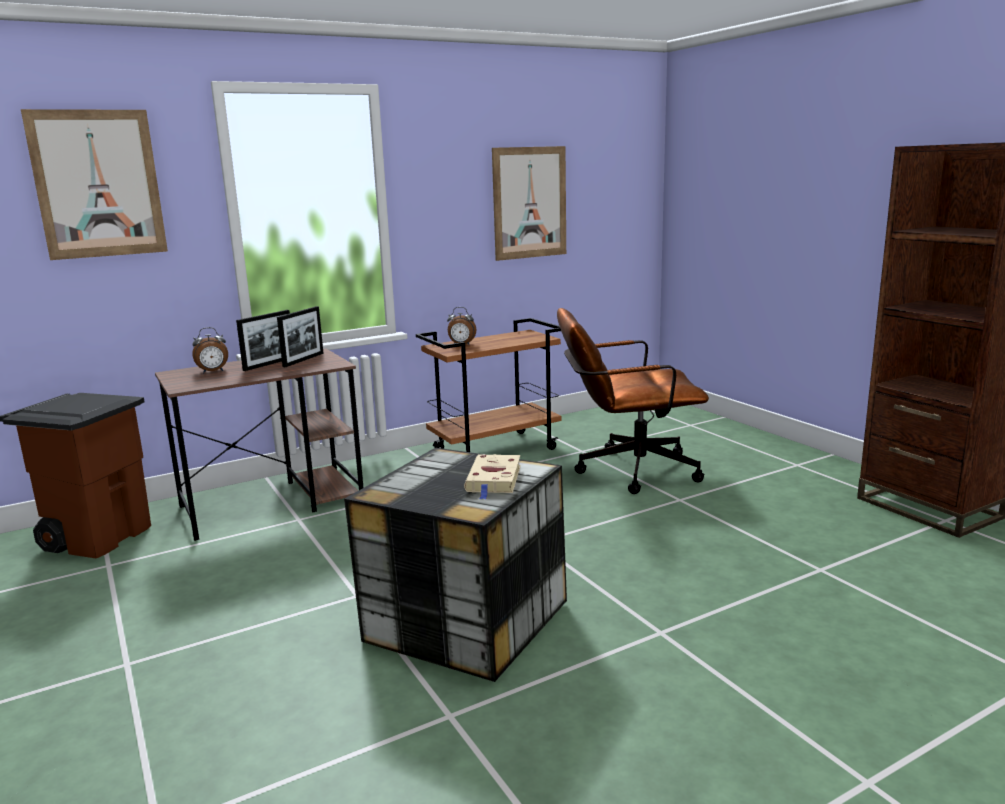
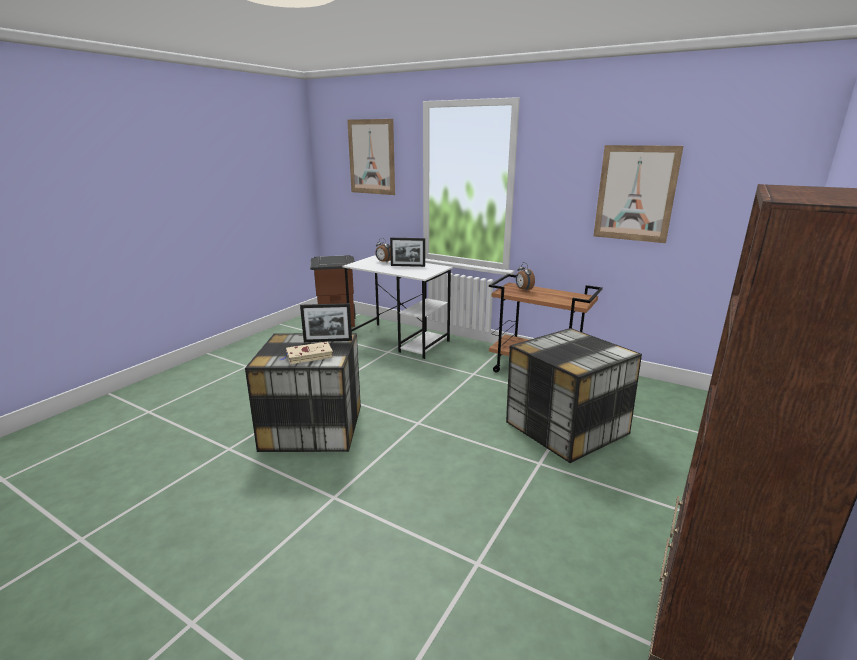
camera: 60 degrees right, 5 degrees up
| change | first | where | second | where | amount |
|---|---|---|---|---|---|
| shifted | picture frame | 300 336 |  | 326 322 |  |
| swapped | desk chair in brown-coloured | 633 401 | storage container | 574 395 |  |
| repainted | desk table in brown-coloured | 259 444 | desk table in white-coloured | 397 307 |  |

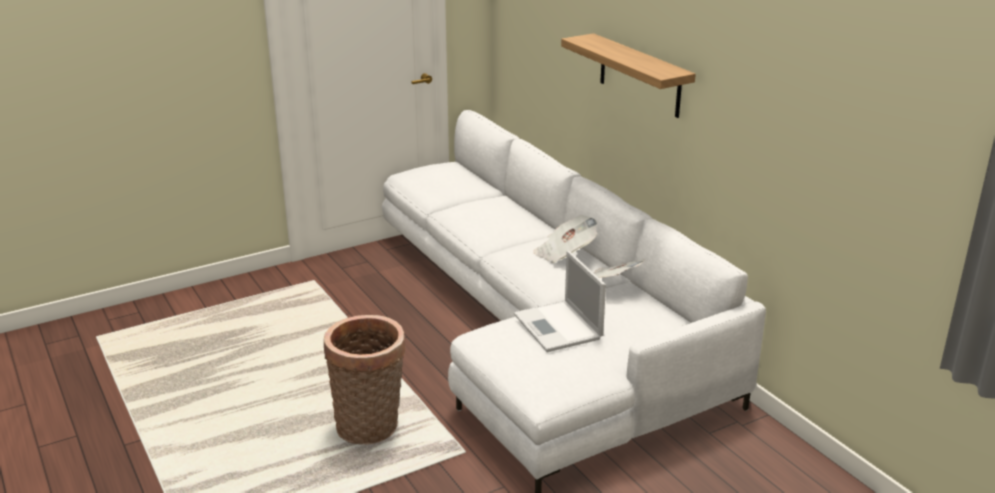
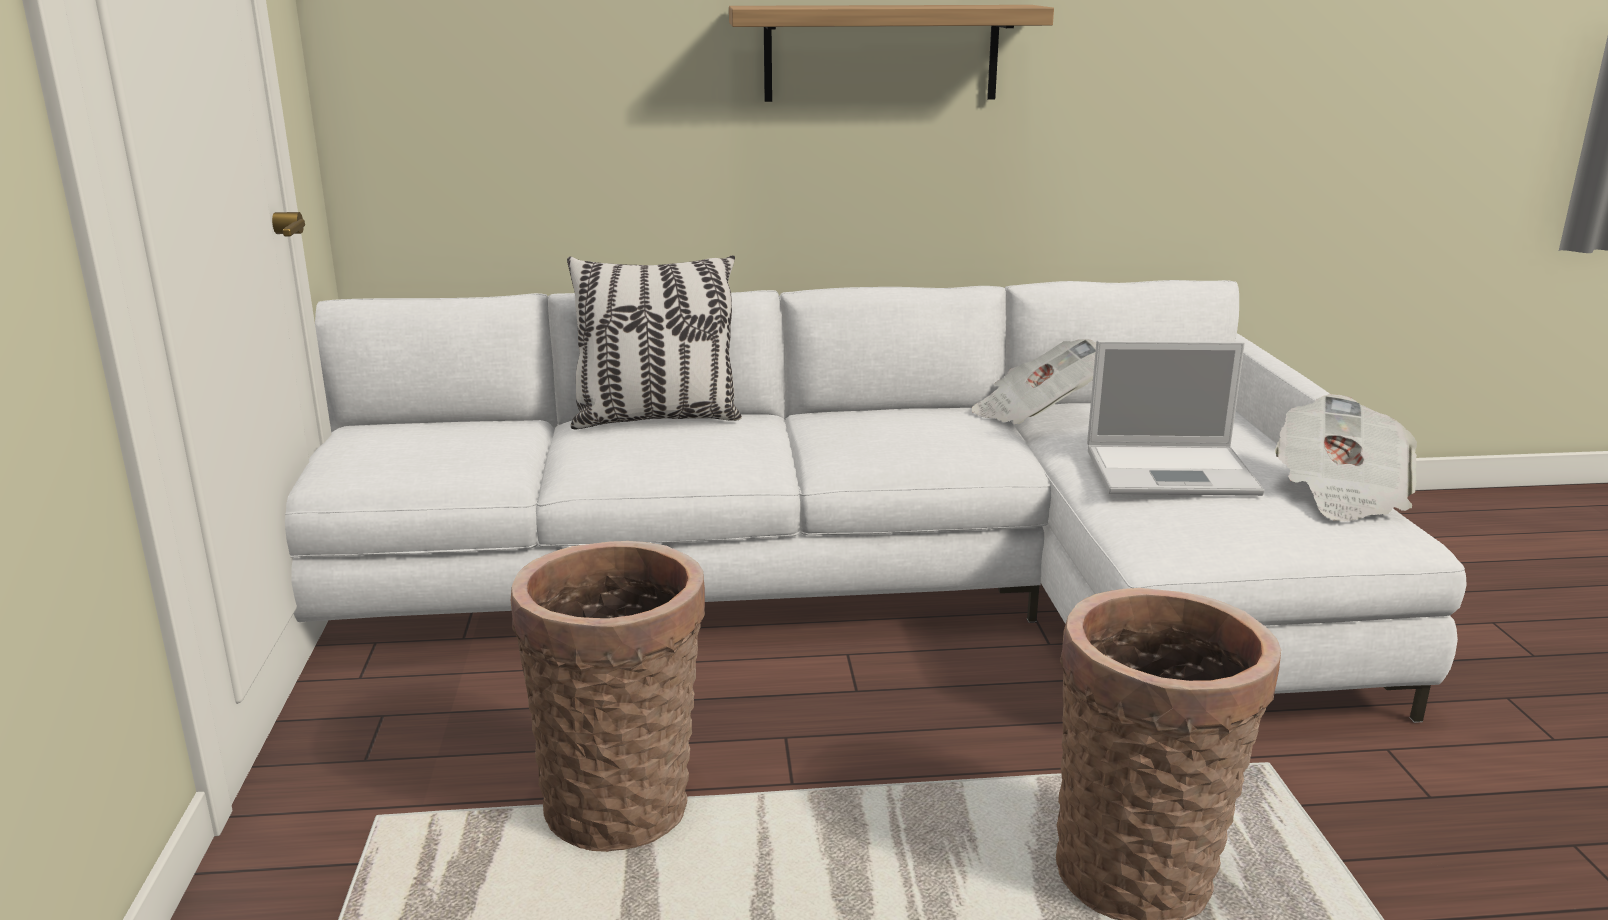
camera: 65 degrees left, 5 degrees down
| change | first | where | second | where | amount |
|---|---|---|---|---|---|
| shifted | printed paper | 566 239 |  | 1346 457 |  |
| new |  |  | cushion | 654 342 |  |
| new |  |  | household basket | 608 696 |  |

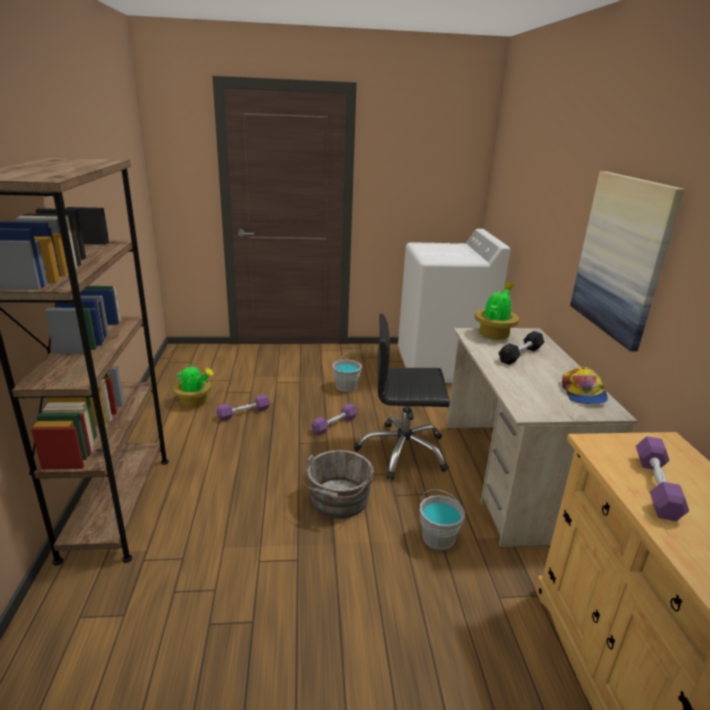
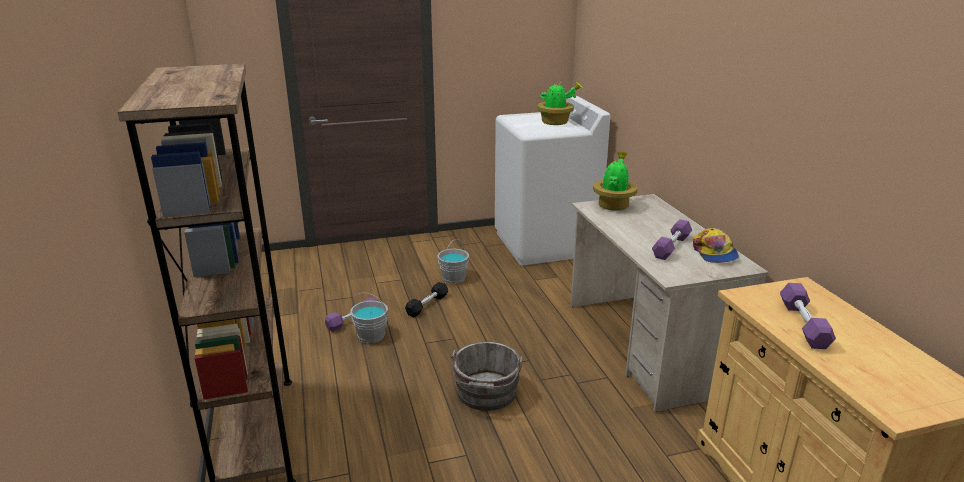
camera: 10 degrees left, 0 degrees up
| change | first | where | second | where | amount |
|---|---|---|---|---|---|
| gone | wall art | 627 261 |  |  |  |
| gone | desk chair in black | 402 396 |  |  |  |
| shifted | dumbbell in black | 521 348 |  | 426 299 |  |
| shifted | houseplant | 193 385 |  | 559 103 |  |
| shifted | dumbbell in purplish | 334 419 |  | 672 239 |  |
| shifted | bucket in grey | 442 519 |  | 369 318 |  |

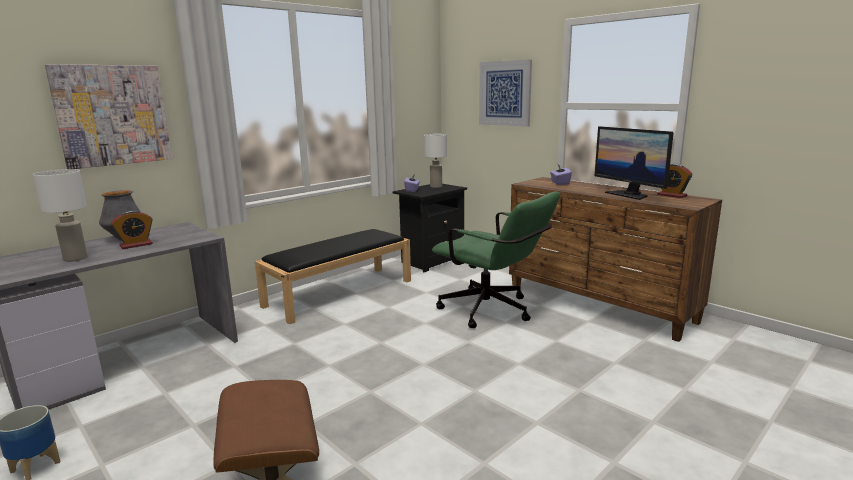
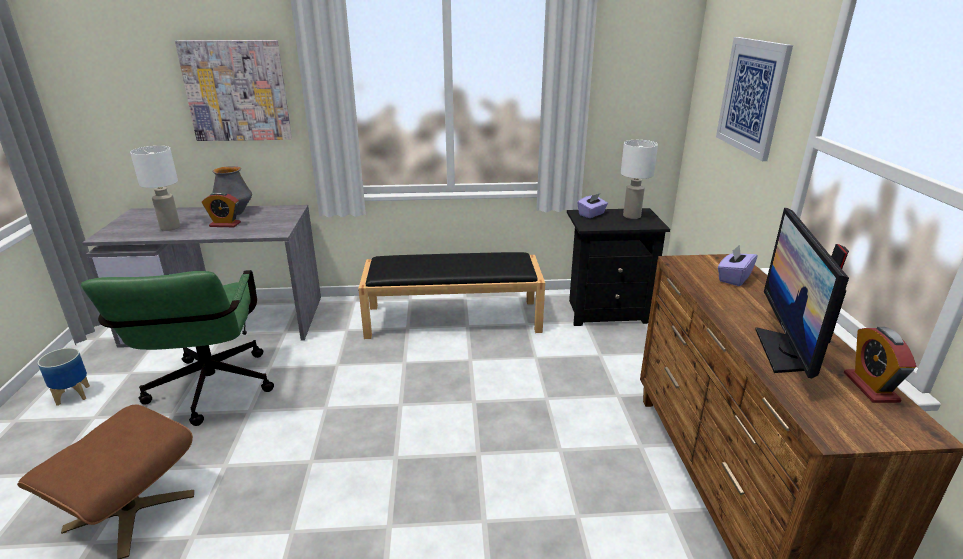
camera: 40 degrees right, 10 degrees up
| change | first | where | second | where | amount |
|---|---|---|---|---|---|
| shifted | desk chair in green | 496 260 |  | 177 348 |  |

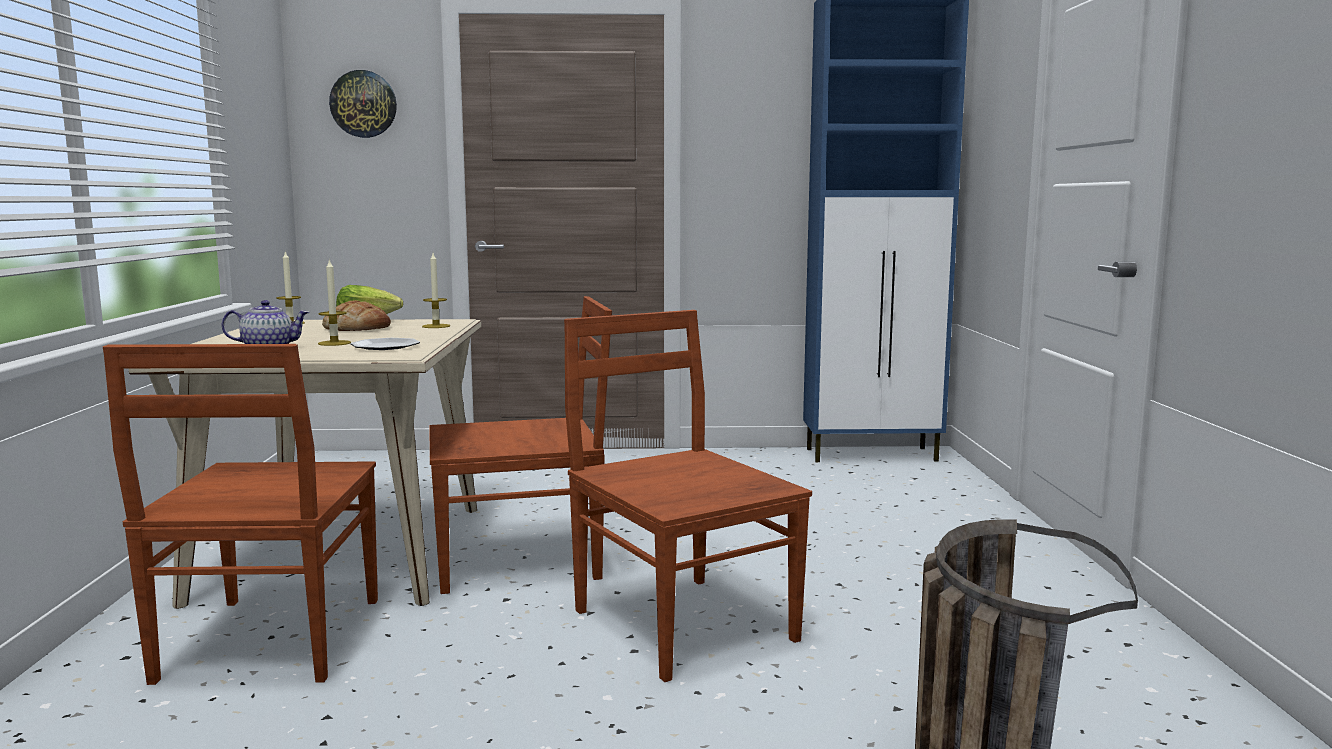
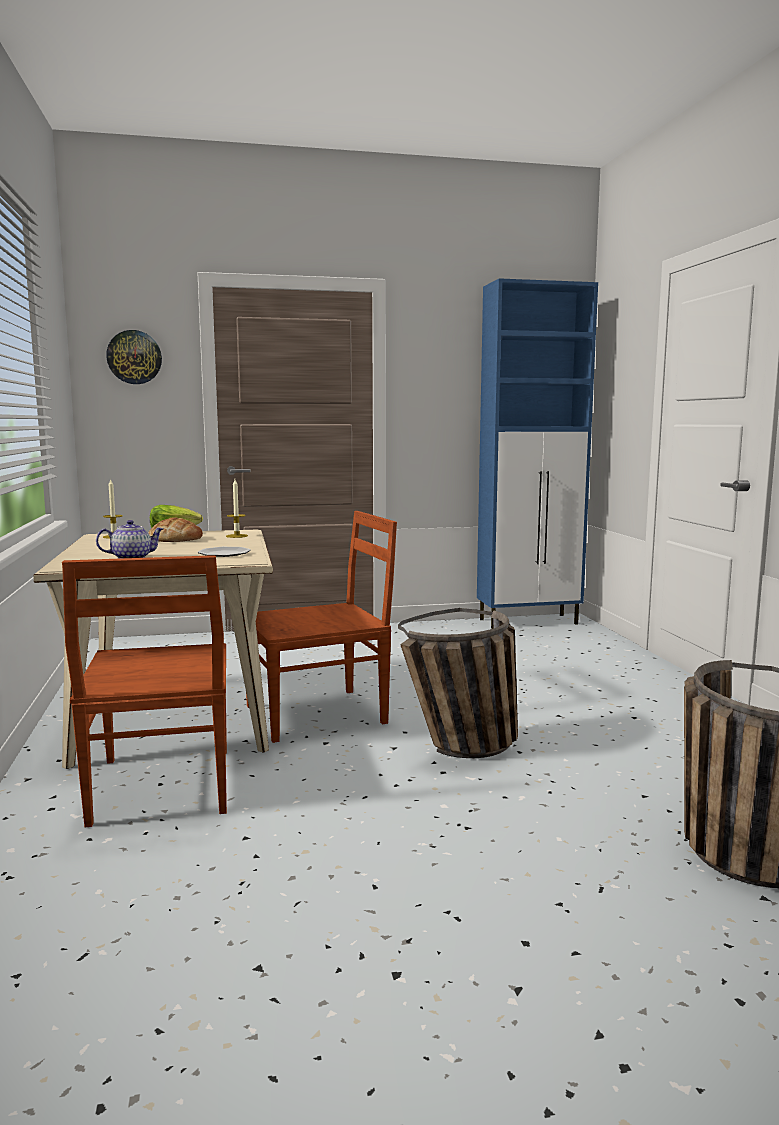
camera: 10 degrees left, 0 degrees up
| change | first | where | second | where | amount |
|---|---|---|---|---|---|
| gone | wax candle | 334 302 |  |  |  |
| swapped | upright chair in brown-coloured | 688 496 | household basket | 458 683 |  |

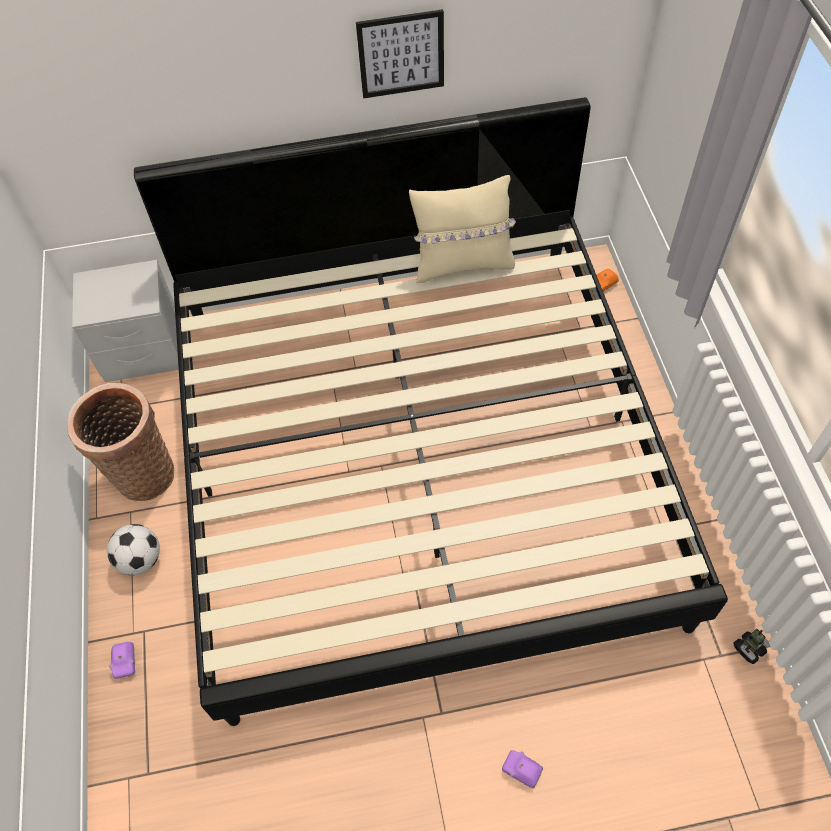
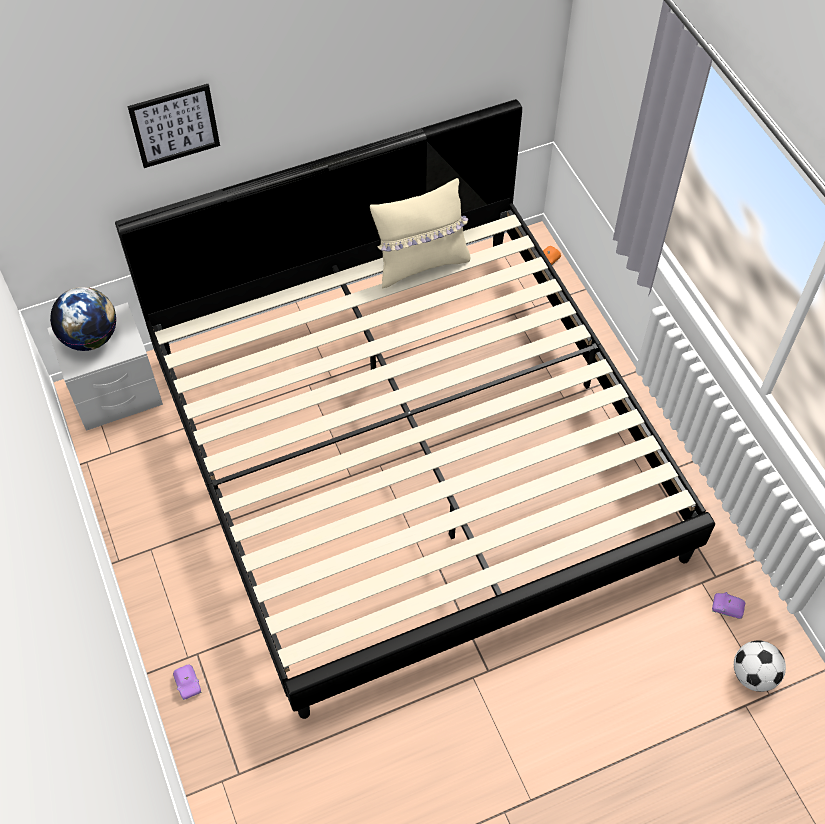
camera: 15 degrees left, 0 degrees up
| change | first | where | second | where | amount |
|---|---|---|---|---|---|
| shifted | wall art | 400 54 |  | 173 126 |  |
| gone | household basket | 120 442 |  |  |  |
| shifted | ball for football | 133 549 |  | 760 666 |  |
| gone | model robot | 752 646 |  |  |  |
| shifted | miniature car in purplish | 522 769 |  | 728 605 |  |
| new |  |  | world globe | 83 319 |  |

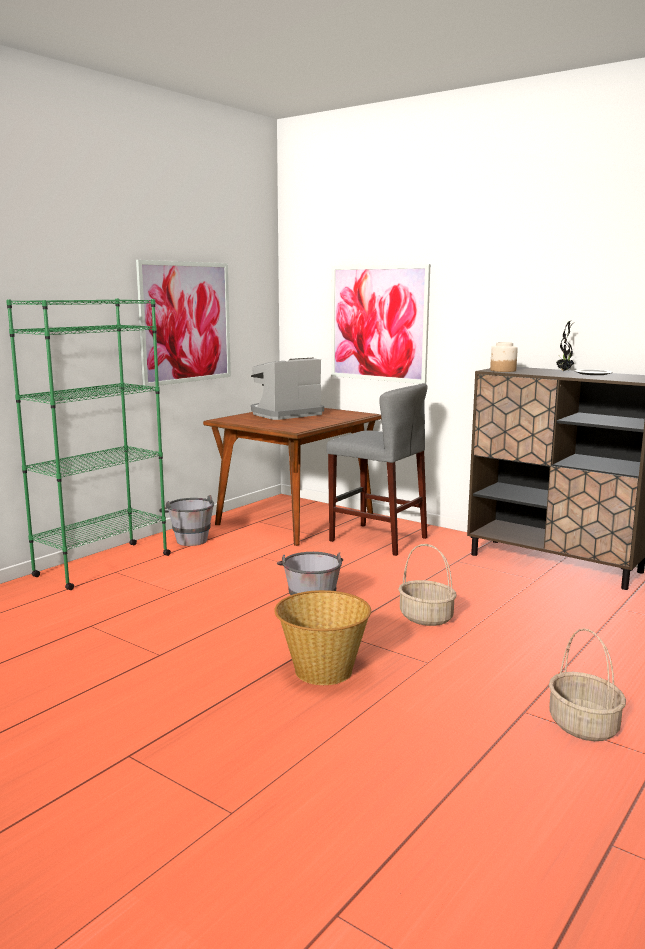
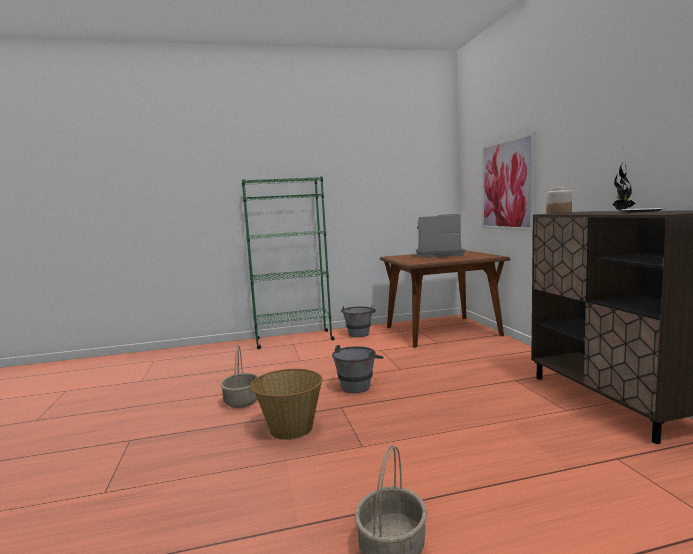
camera: 40 degrees right, 5 degrees down
| change | first | where | second | where | amount |
|---|---|---|---|---|---|
| gone | wall art | 183 323 |  |  |  |
| gone | stool in grey | 376 469 |  |  |  |
| shifted | household basket | 427 585 |  | 239 376 |  |

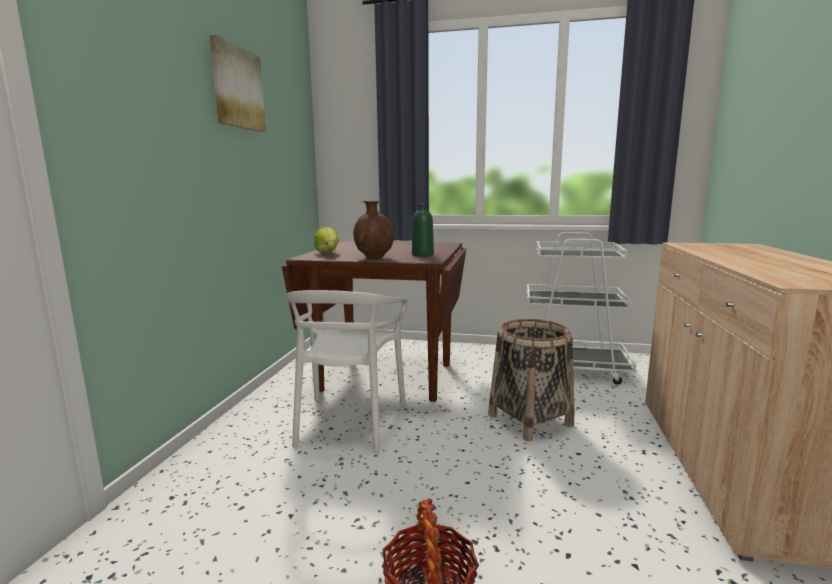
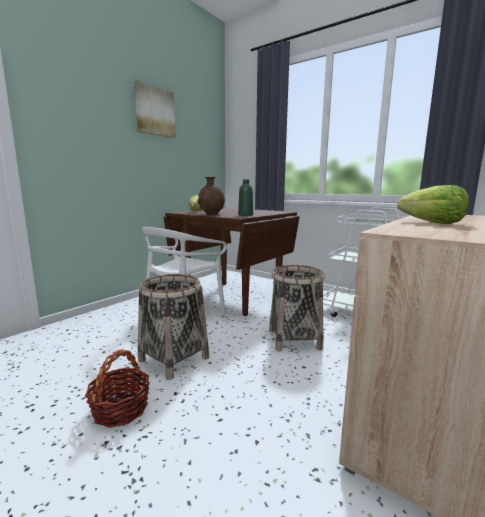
camera: 25 degrees right, 0 degrees up
| change | first | where | second | where | amount |
|---|---|---|---|---|---|
| new |  |  | lettuce head | 433 204 |  |
| new |  |  | household basket | 173 327 |  |

